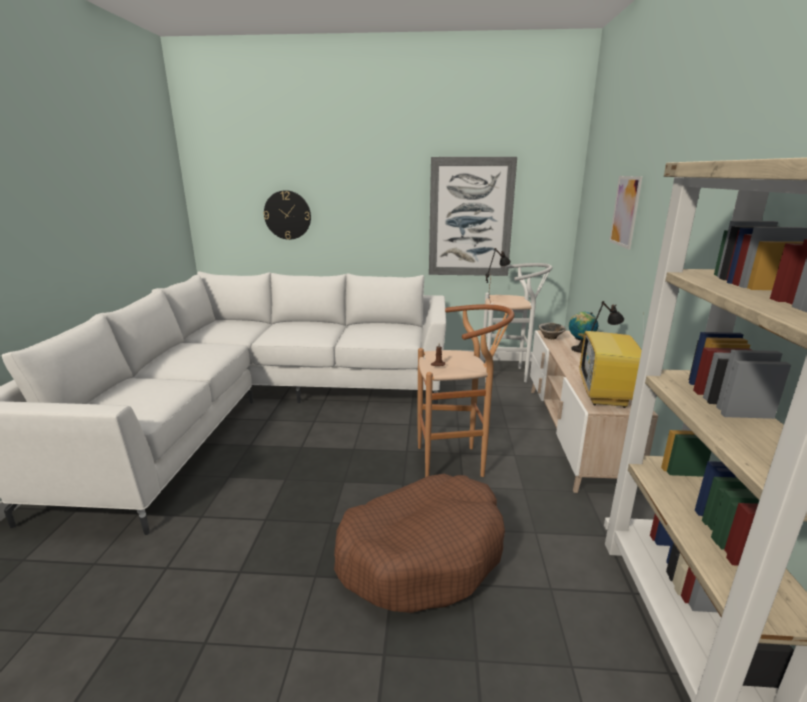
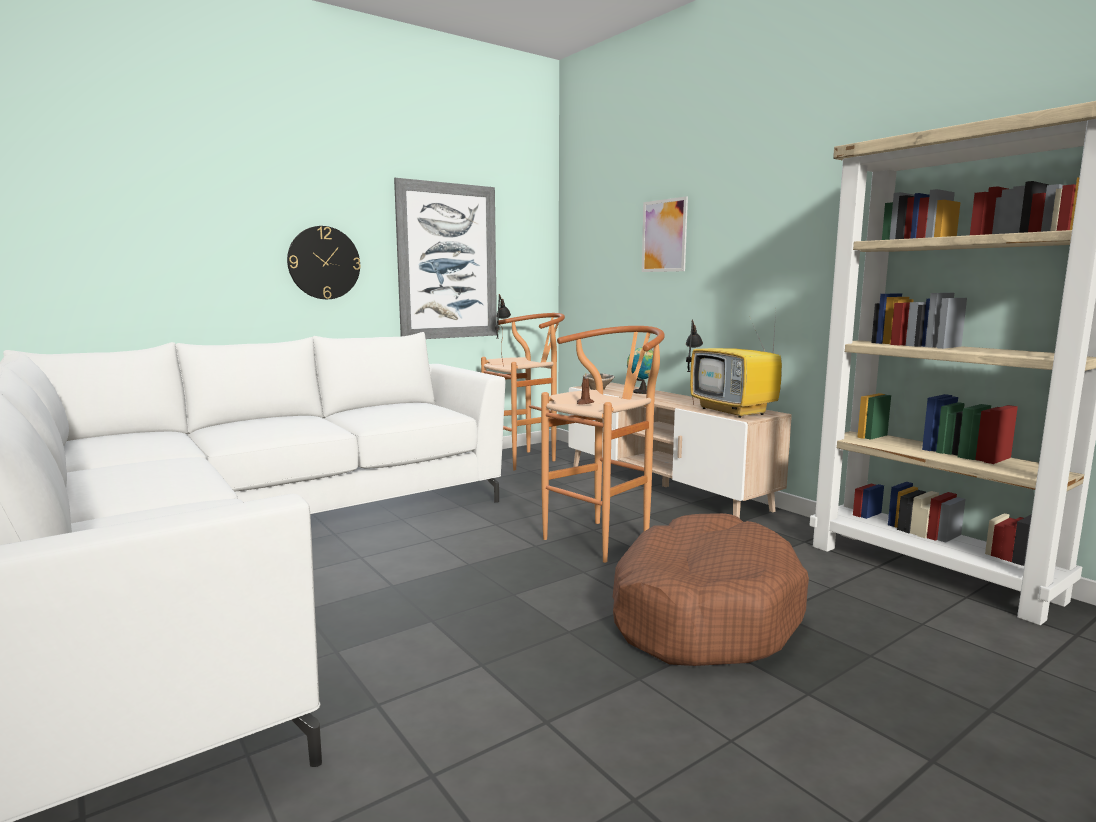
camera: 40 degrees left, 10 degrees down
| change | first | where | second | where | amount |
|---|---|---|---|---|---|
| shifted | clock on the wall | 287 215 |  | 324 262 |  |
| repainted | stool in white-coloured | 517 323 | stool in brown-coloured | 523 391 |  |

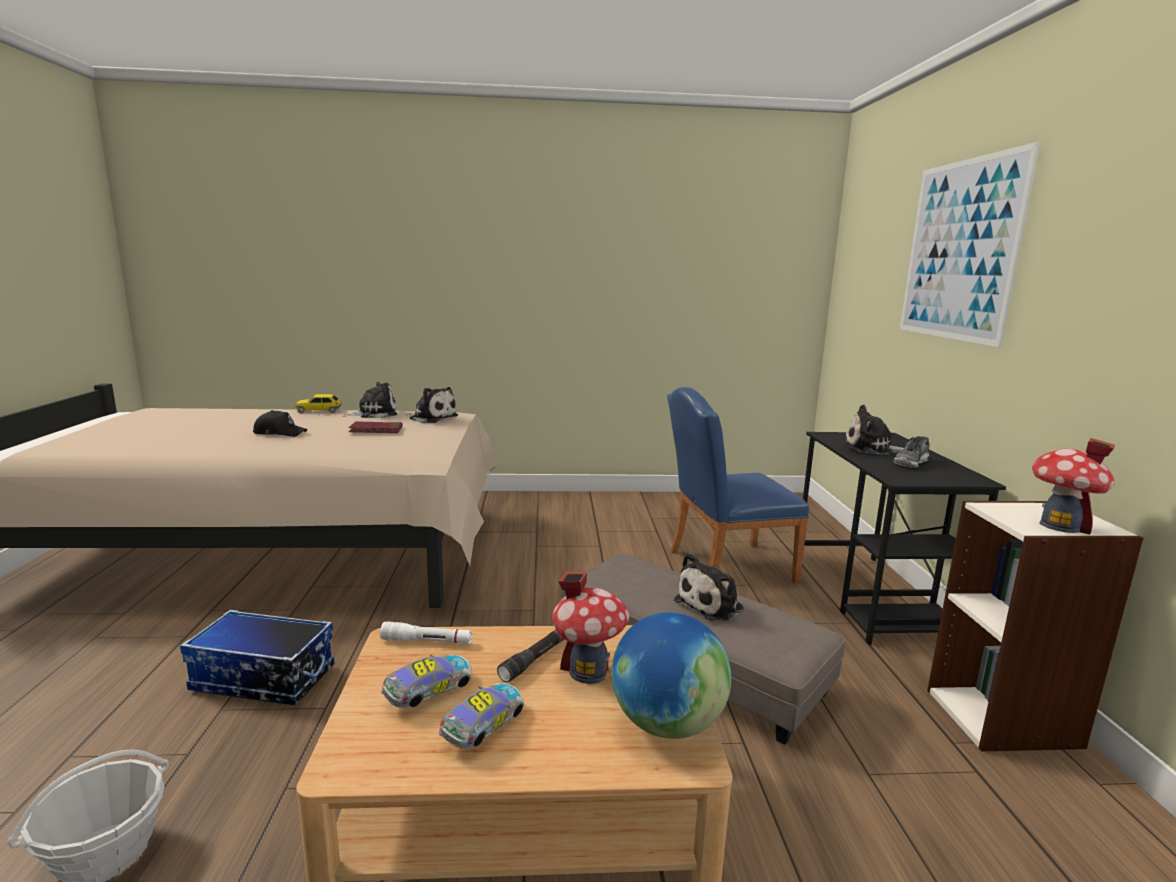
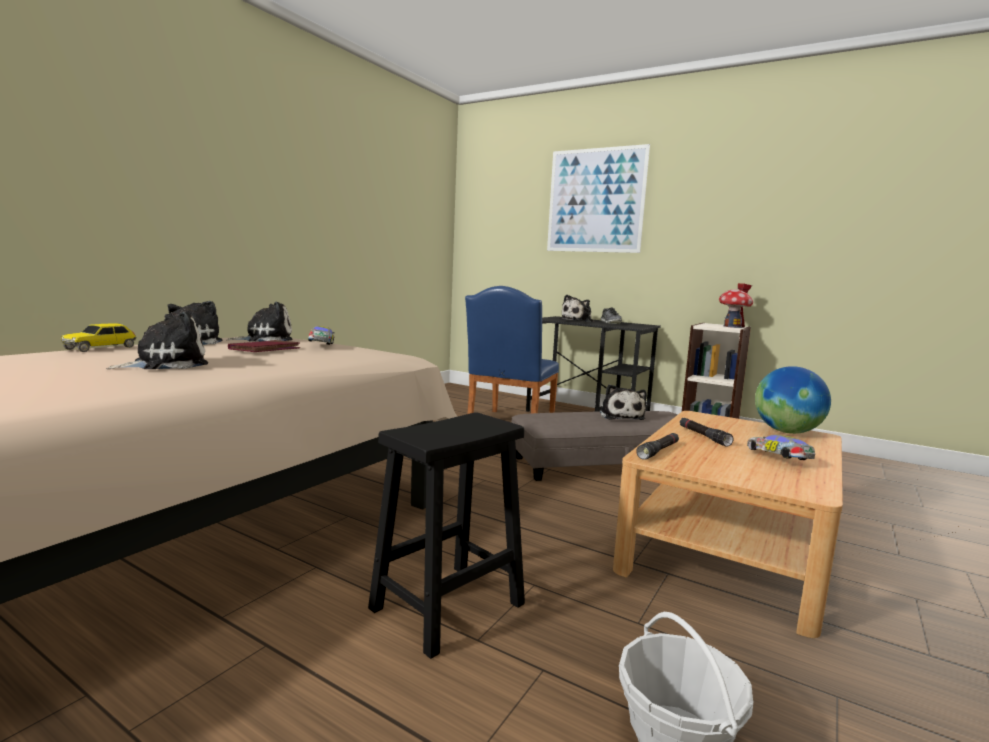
camera: 55 degrees left, 5 degrees down
| change | first | where | second | where | amount |
|---|---|---|---|---|---|
| swapped | cap in black | 280 423 | plush toy | 157 341 |  |
| gone | toy house | 590 627 |  |  |  |
| swapped | storage container | 257 657 | stool in black | 446 535 |  |
| repainted | hand torch in white-coloured | 426 632 | hand torch in black | 657 446 |  |
| shifted | miniature car | 426 681 |  | 321 335 |  |

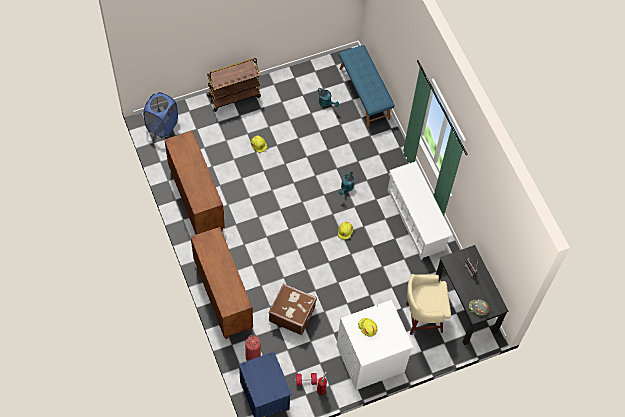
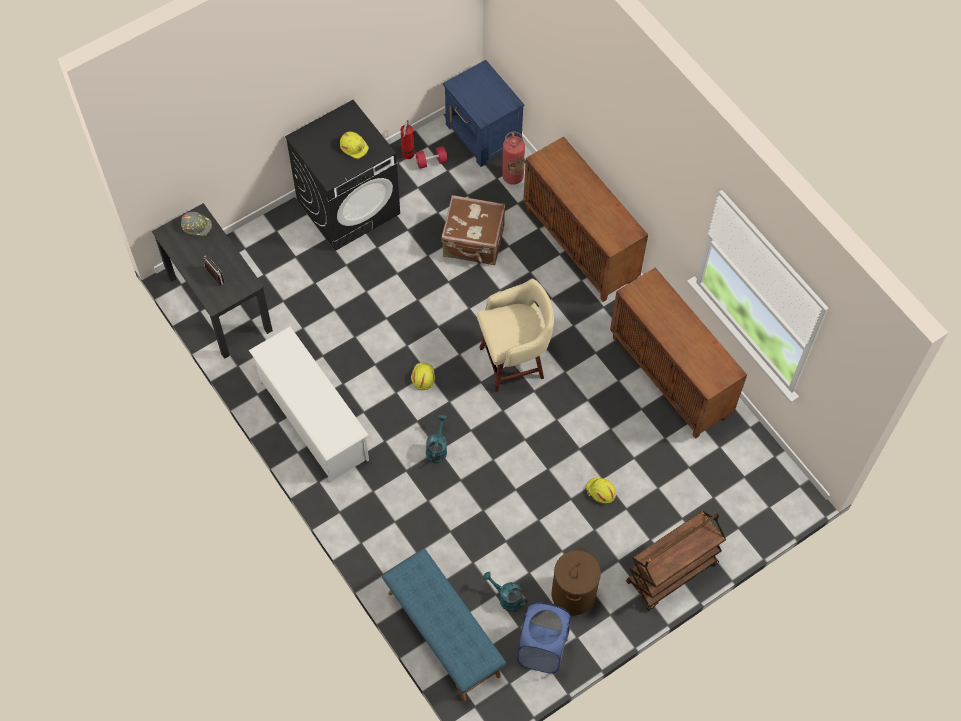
camera: 170 degrees right, 0 degrees up
| change | first | where | second | where | amount |
|---|---|---|---|---|---|
| shifted | hamper in blue-coloured | 160 115 |  | 544 638 |  |
| shifted | stool in beige-coloured | 428 304 |  | 515 335 |  |
| repainted | laundry appliance in white-coloured | 375 345 | laundry appliance in black | 342 175 |  |
| new |  |  | hamper in brown-coloured | 576 581 |  |

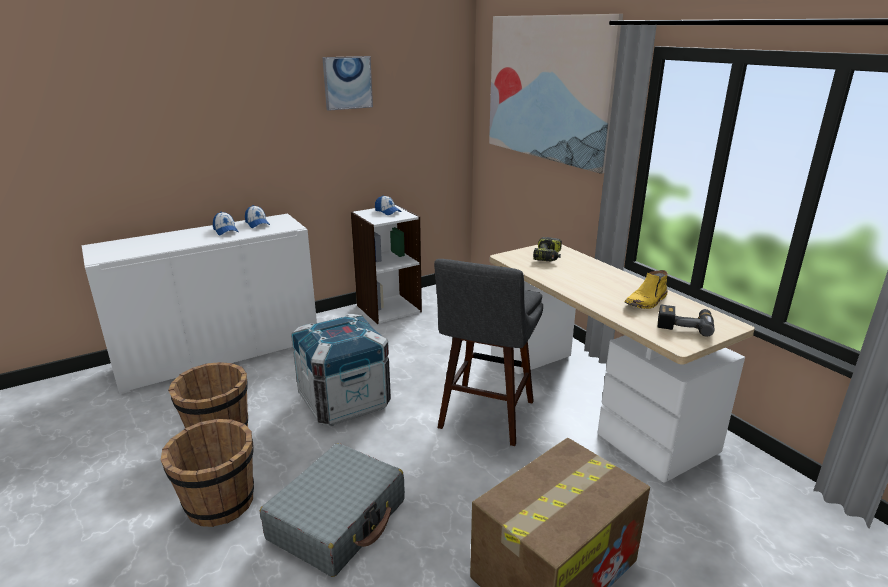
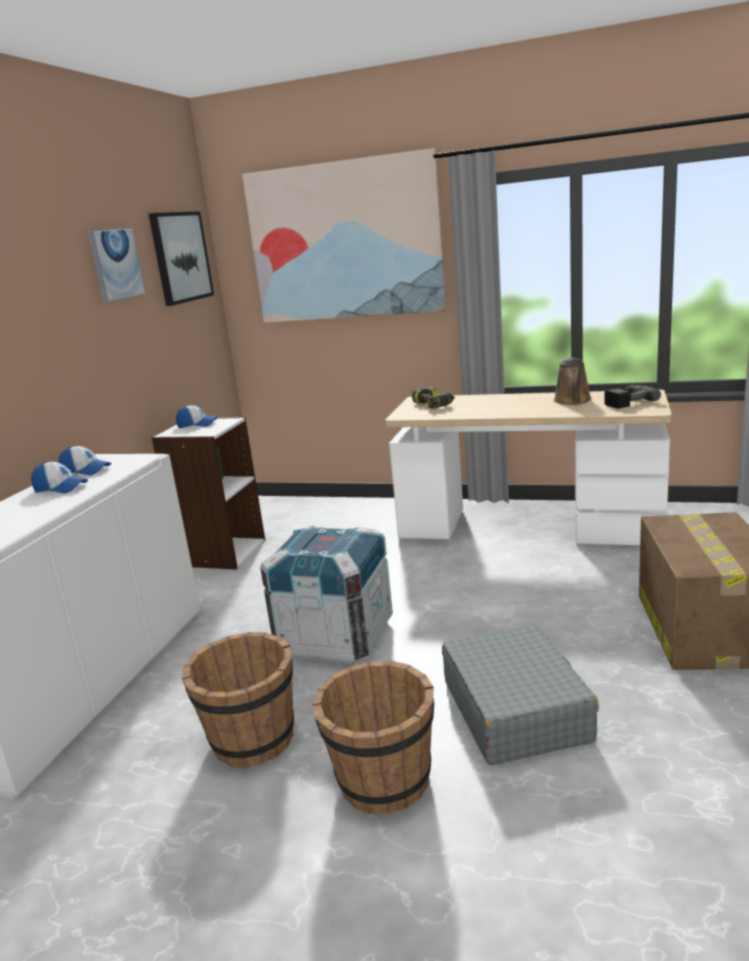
camera: 40 degrees left, 5 degrees down
| change | first | where | second | where | amount |
|---|---|---|---|---|---|
| gone | stool in grey | 488 352 |  |  |  |
| swapped | boot in yellowish | 646 289 | watering can in brown-coloured | 572 381 |  |
| new |  |  | wall art | 181 258 |  |

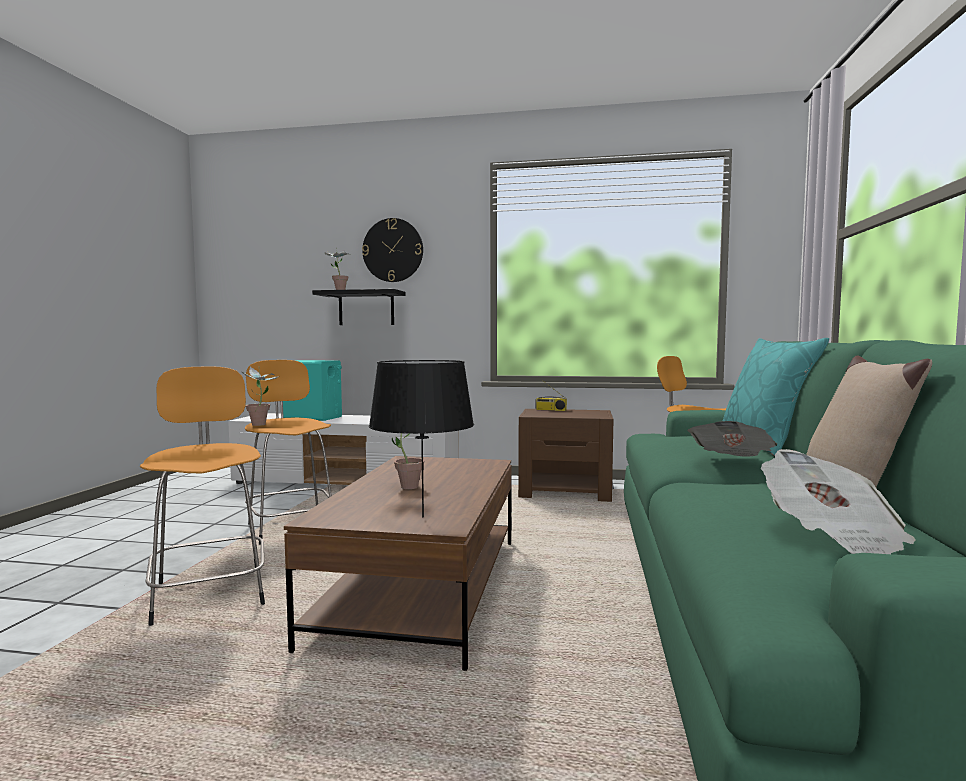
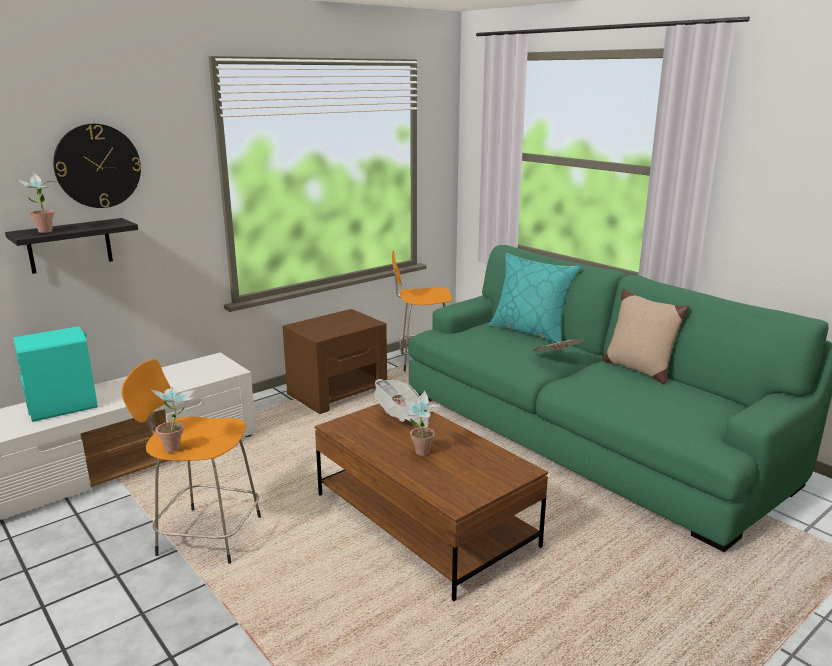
camera: 50 degrees left, 15 degrees up
| change | first | where | second | where | amount |
|---|---|---|---|---|---|
| gone | tabletop lamp in black | 421 439 |  |  |  |
| gone | stool in orange-coloured | 202 496 |  |  |  |
| gone | radio | 551 395 |  |  |  |
| shifted | printed paper | 838 501 |  | 403 403 |  |

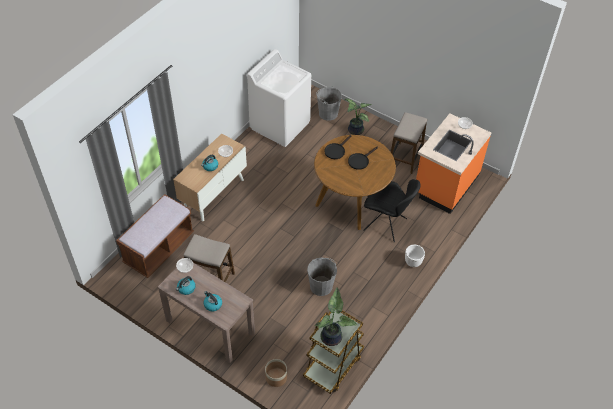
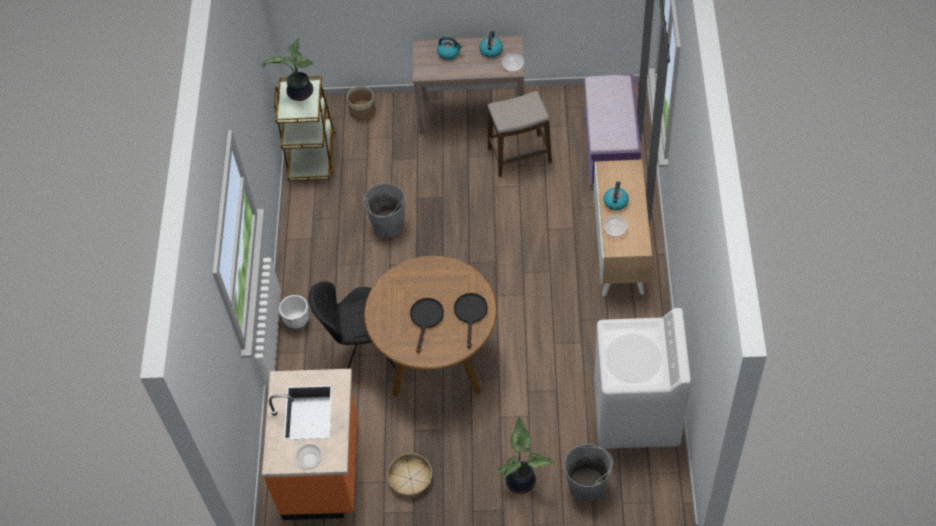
camera: 150 degrees right, 5 degrees up
| change | first | where | second | where | amount |
|---|---|---|---|---|---|
| swapped | stool | 409 143 | household basket | 409 475 |  |
| repainted | long seat in brown-coloured | 155 236 | long seat in purplish | 612 130 |  |

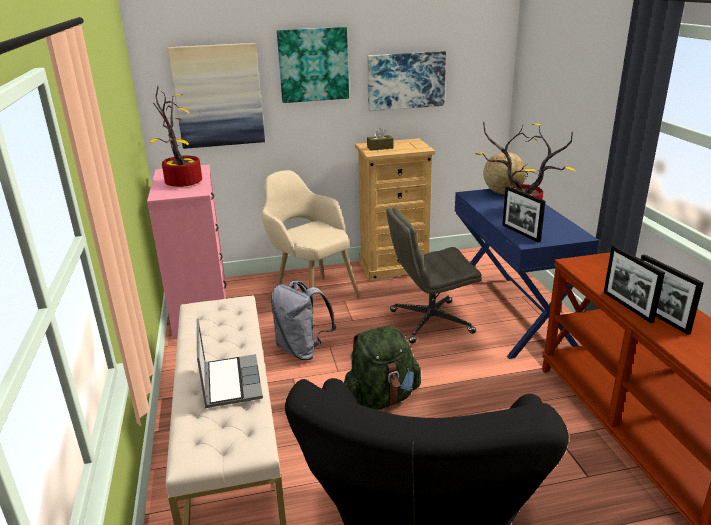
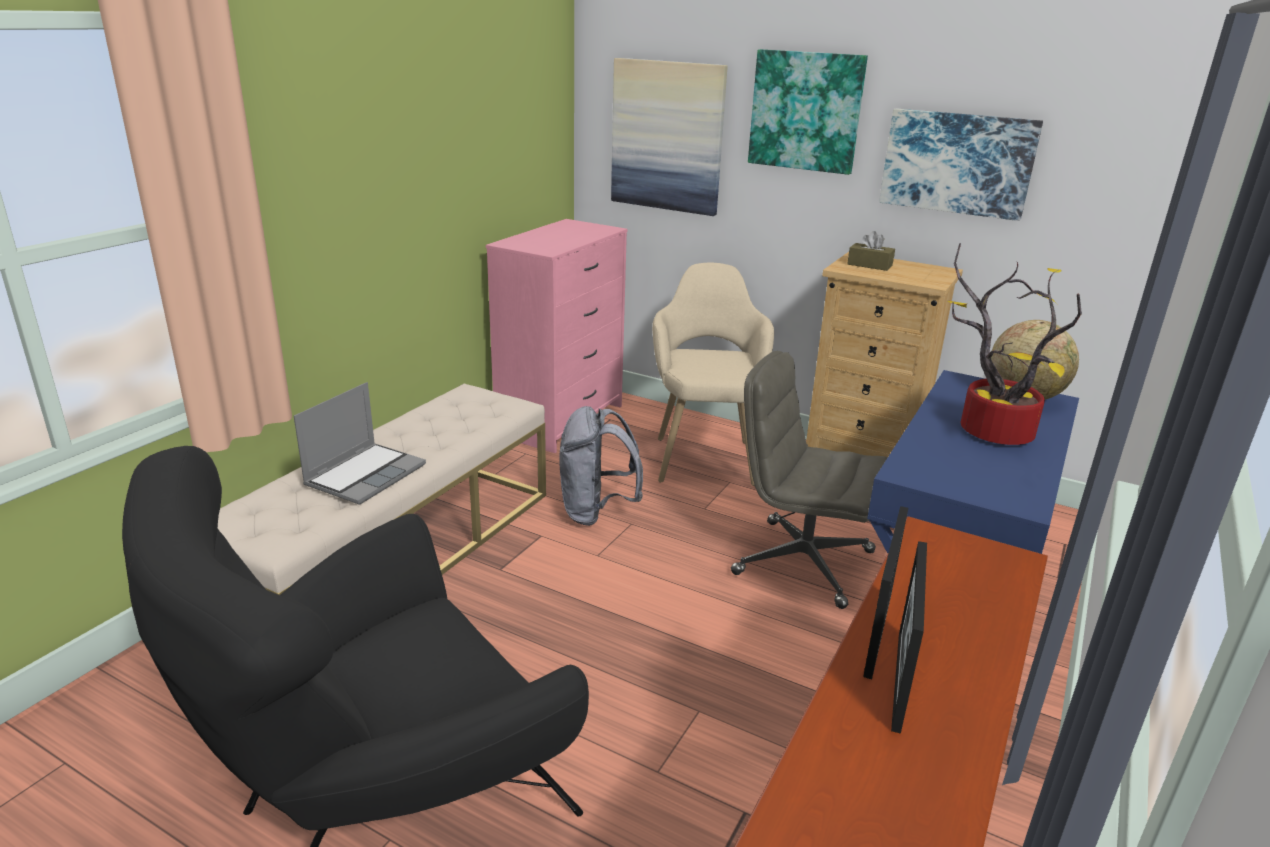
camera: 40 degrees right, 0 degrees up
| change | first | where | second | where | amount |
|---|---|---|---|---|---|
| gone | houseplant | 176 136 |  |  |  |
| gone | picture frame | 523 214 |  |  |  |
| gone | backpack in green | 382 368 |  |  |  |

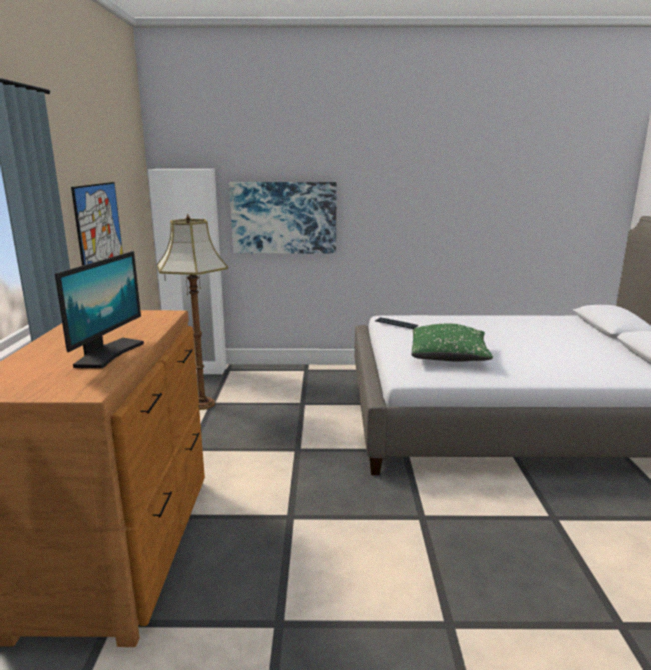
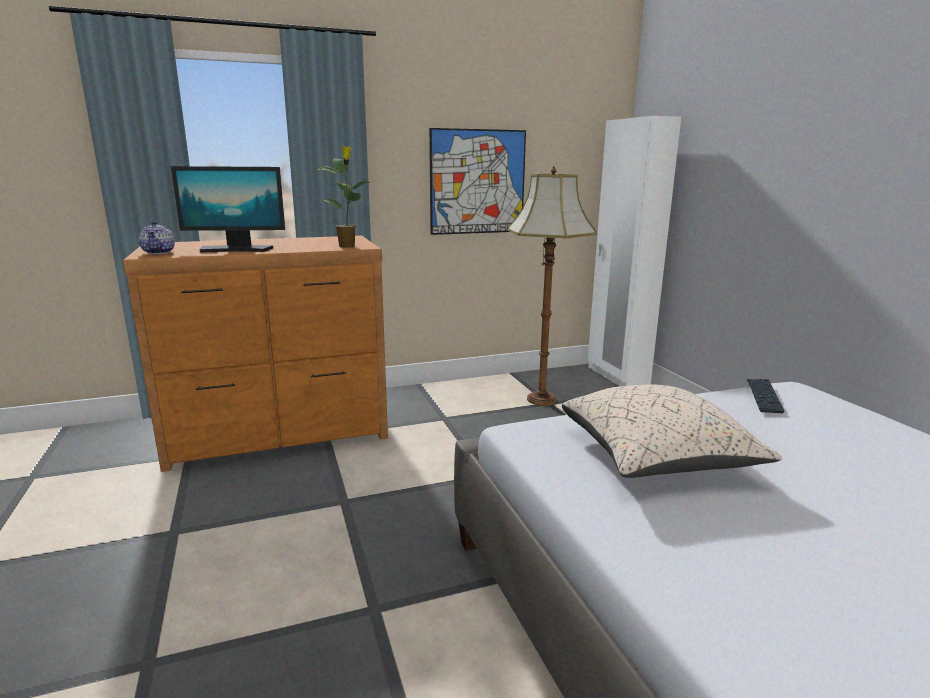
camera: 70 degrees right, 0 degrees up
| change | first | where | second | where | amount |
|---|---|---|---|---|---|
| gone | wall art | 282 217 |  |  |  |
| repainted | cushion in green | 452 343 | cushion in beige-coloured | 672 431 |  |
| new |  |  | houseplant | 343 197 |  |
| new |  |  | tea pot | 157 237 |  |

